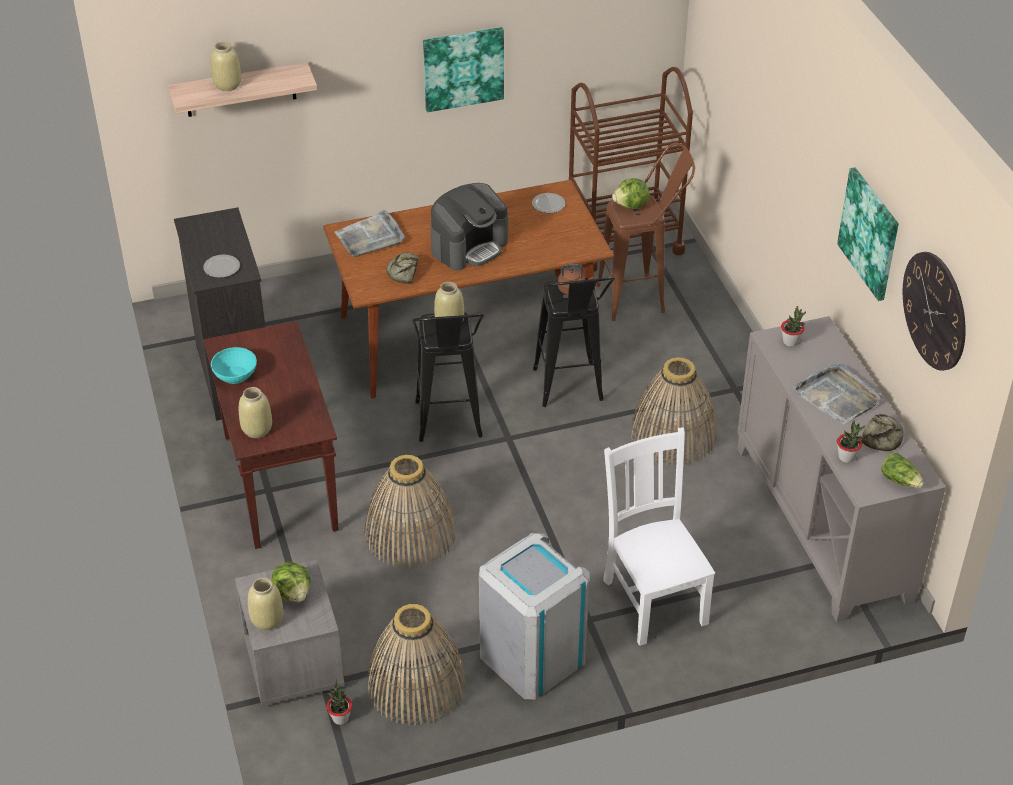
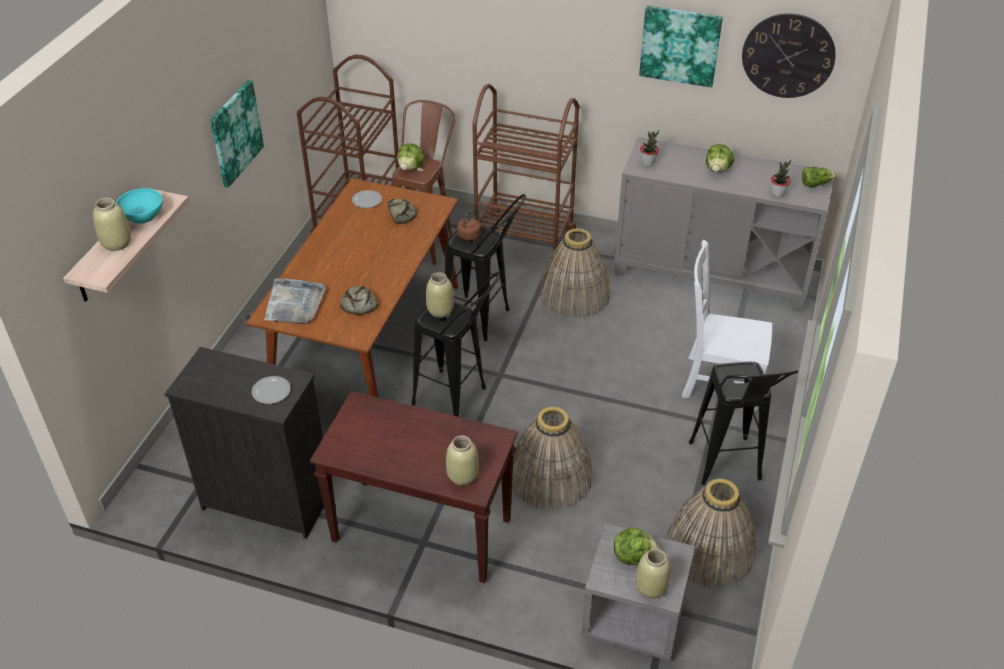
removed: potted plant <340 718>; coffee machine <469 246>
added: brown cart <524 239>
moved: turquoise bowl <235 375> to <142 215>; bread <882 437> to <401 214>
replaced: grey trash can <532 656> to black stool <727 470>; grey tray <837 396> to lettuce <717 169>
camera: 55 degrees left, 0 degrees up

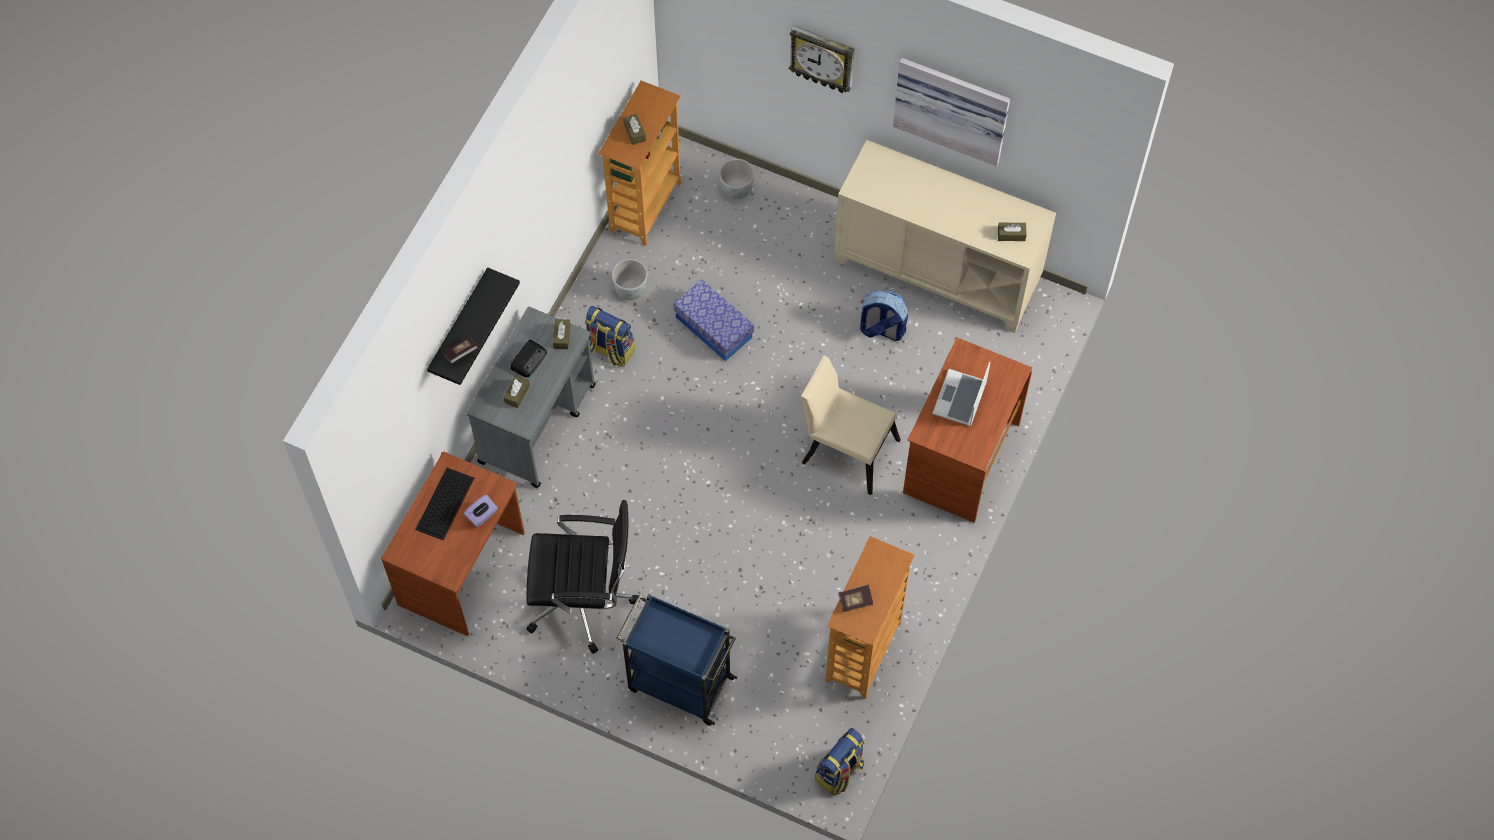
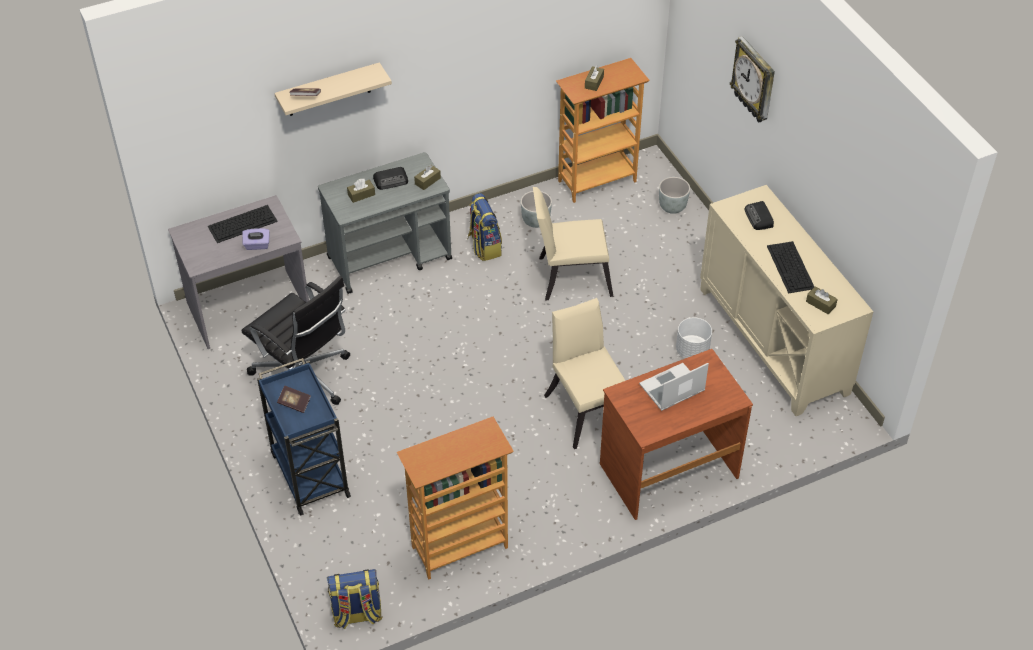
removed: picture <952 107>
added: radio <759 218>; keyboard <791 267>
moved: book <855 601> to <294 403>
replaced: storage box <713 327> to beige chair <569 276>; backpack <881 329> to white planter <692 351>
recoloured: brown desk <463 569> to grey desk <249 309>; black shelf <459 326> to beige shelf <328 90>
camera: 40 degrees right, 15 degrees down

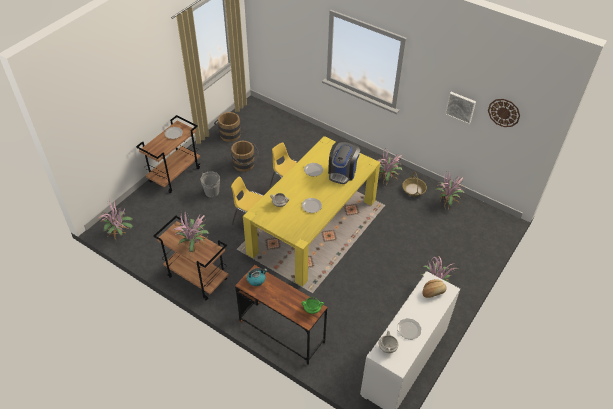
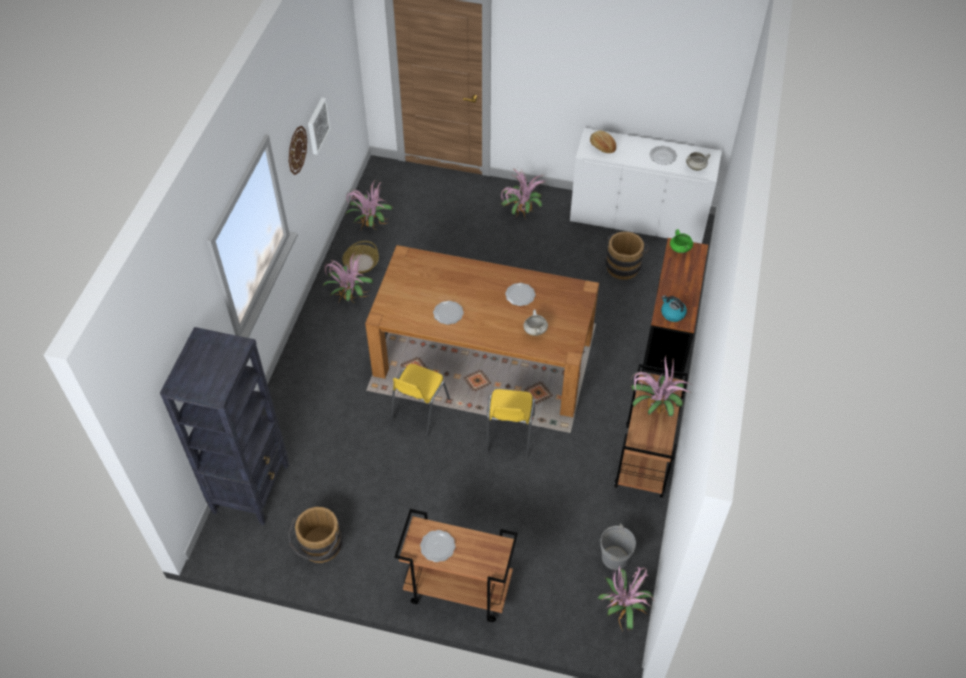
removed: coffee machine <342 172>
added: black bookcase <252 488>
moved: grey bucket <212 192> to <614 558>; brown bucket <245 165> to <624 264>; wall clock <504 112> to <297 150>
recoloured: yellow dining table <313 226> to brown dining table <483 356>
camera: 110 degrees left, 5 degrees up

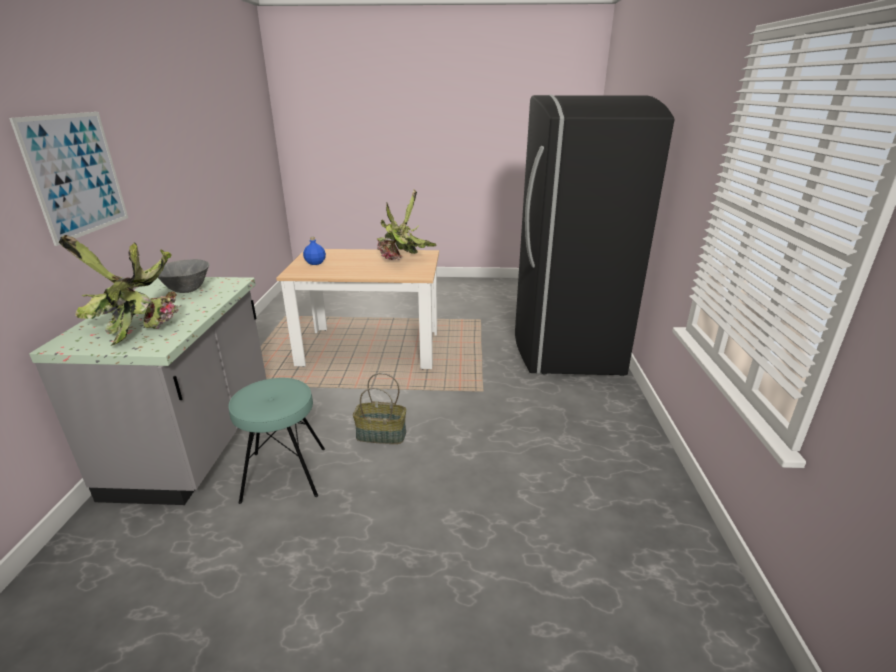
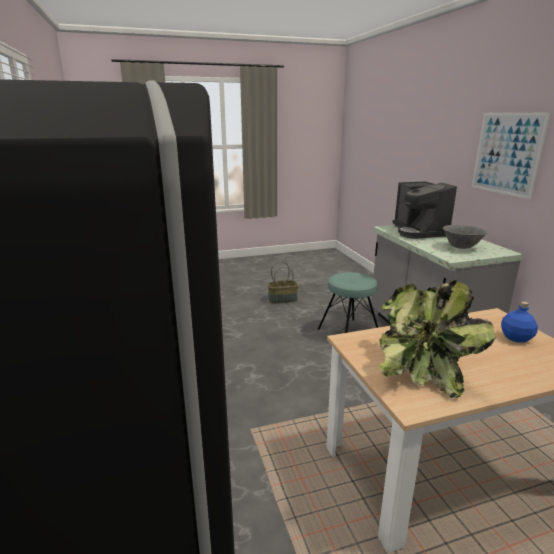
moved: basket <380 435> to <282 299>
replaced: potted plant <142 326> to coffee machine <419 232>
camera: 160 degrees right, 5 degrees down

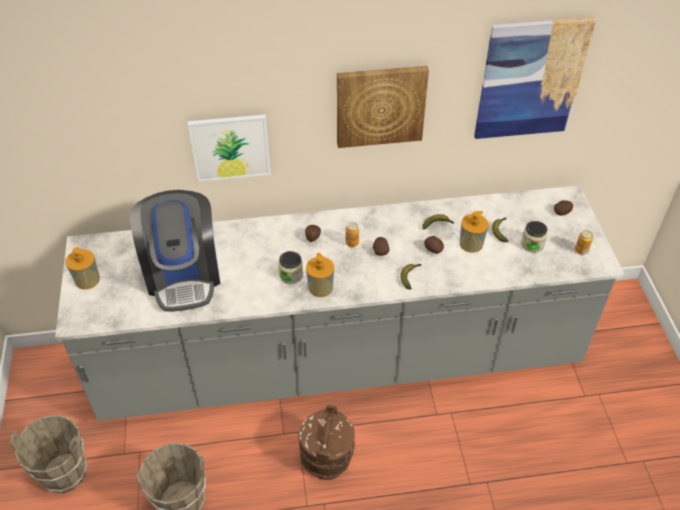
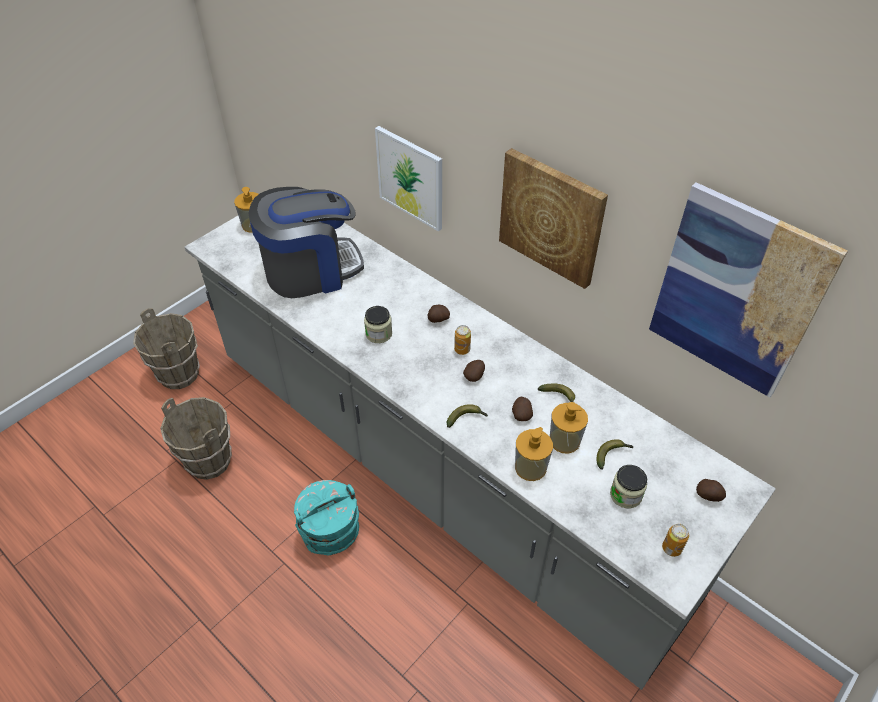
moved: soap dispenser <320 287> to <530 467>
recoloured: brown bucket <327 457> to turquoise bucket <331 533>
turned: coffee machine <183 274> = <311 270> 150 degrees counterclockwise
camera: 50 degrees right, 0 degrees up

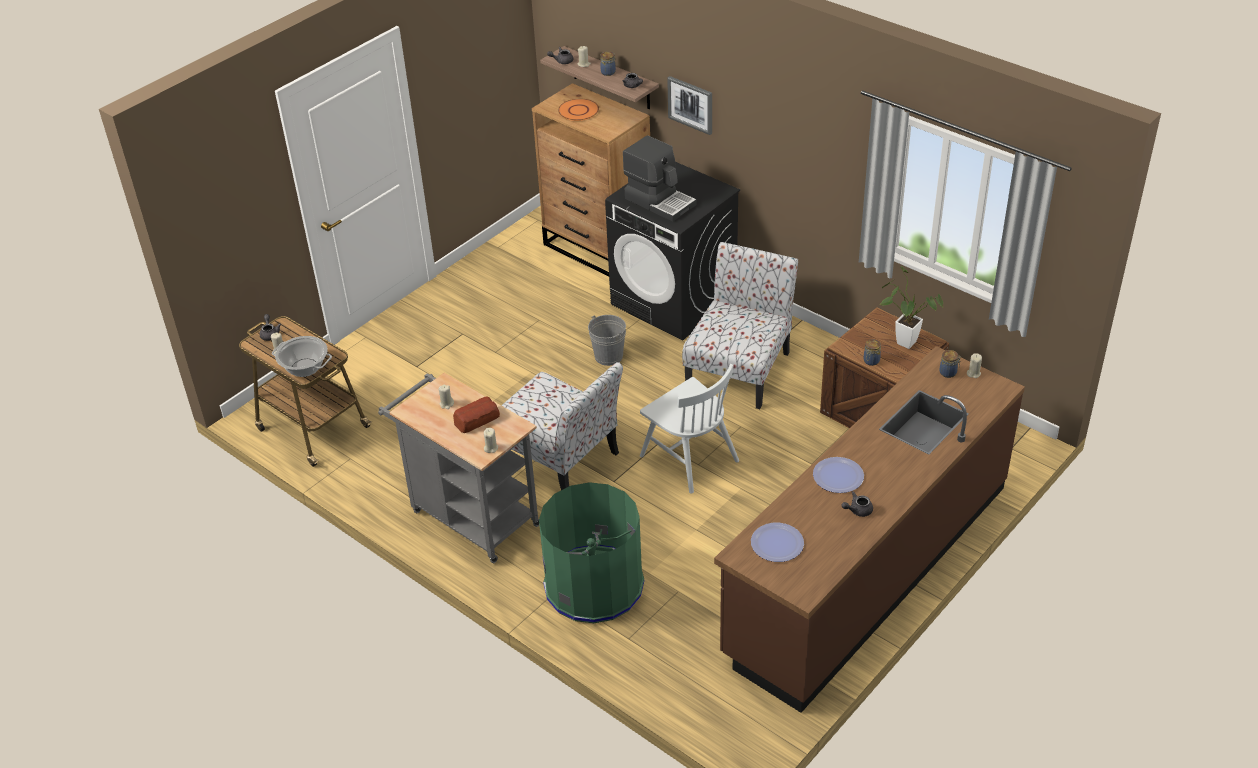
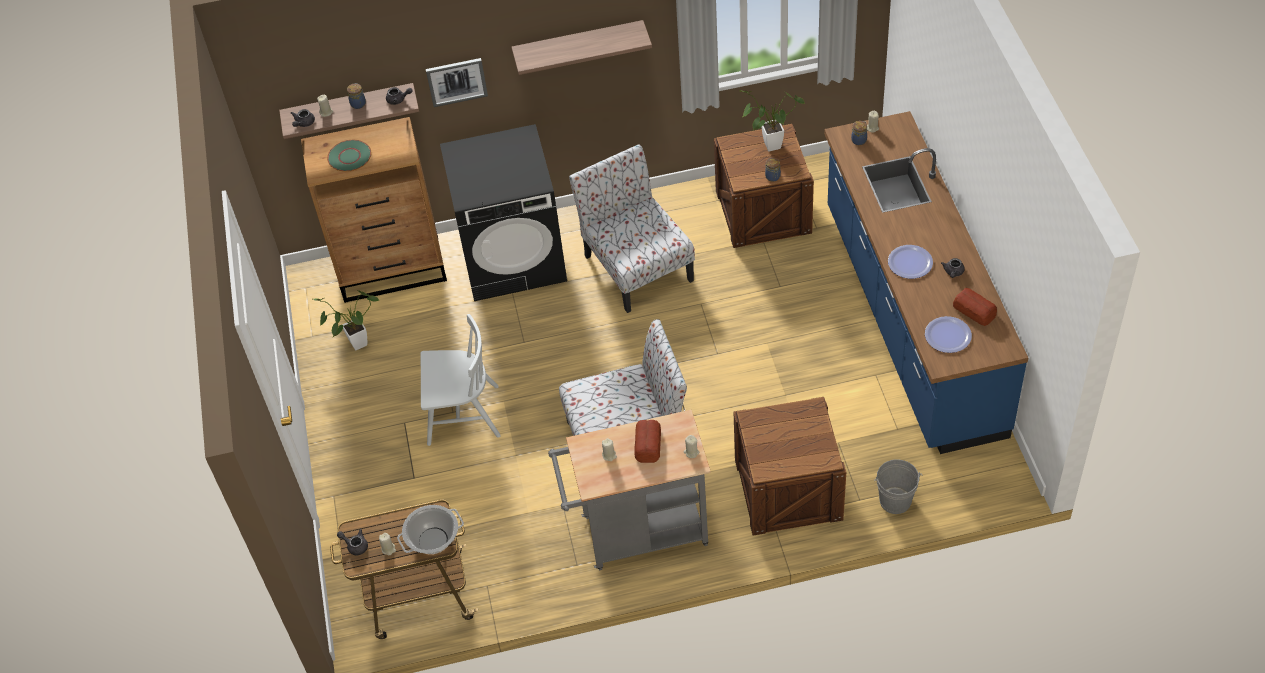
removed: coffee machine <660 201>
added: potted plant <355 345>; shelf <579 46>; bread <974 311>
moved: grey bucket <608 356> to <895 500>; white chair <689 458> to <462 415>
replaced: green trash can <594 585> to crate <787 491>
recoloured: orange plate <578 111> to green plate <350 157>; brown counter <867 569> to blue counter <911 320>
camera: 50 degrees left, 10 degrees up

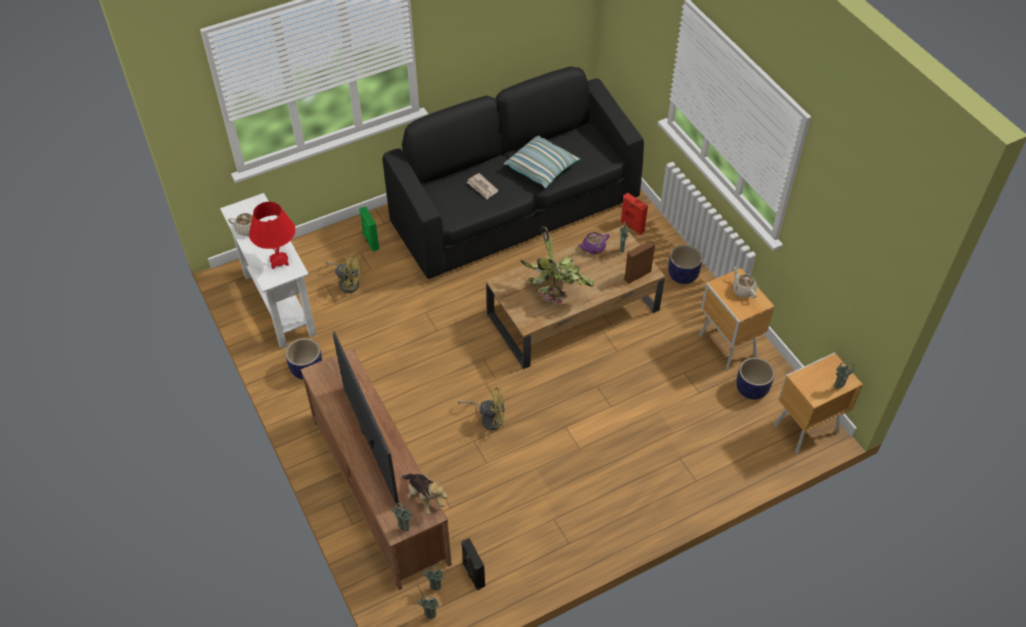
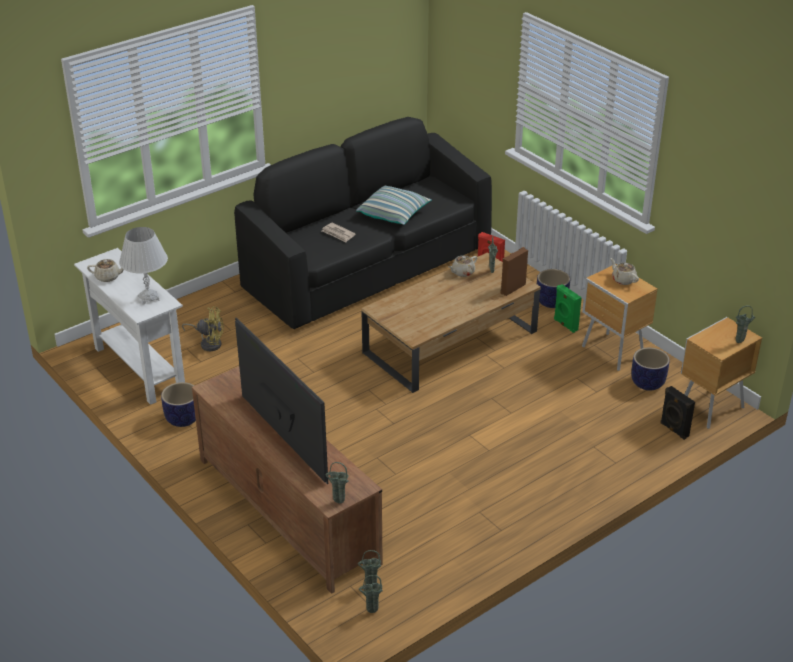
removed: plush toy <424 497>; yellow fan <488 418>; potted plant <558 291>
moved: green speaker <370 242> to <565 325>; black speaker <473 575> to <673 430>
recoloured: red table lamp <279 261> to white table lamp <148 298>; purple teapot <593 248> to beige teapot <462 272>
camera: 10 degrees left, 15 degrees down

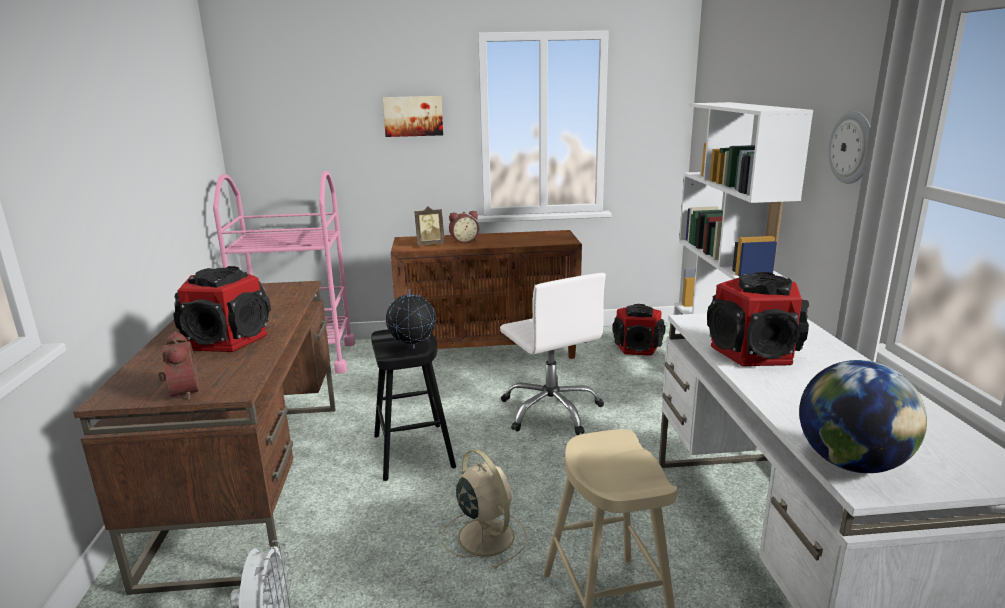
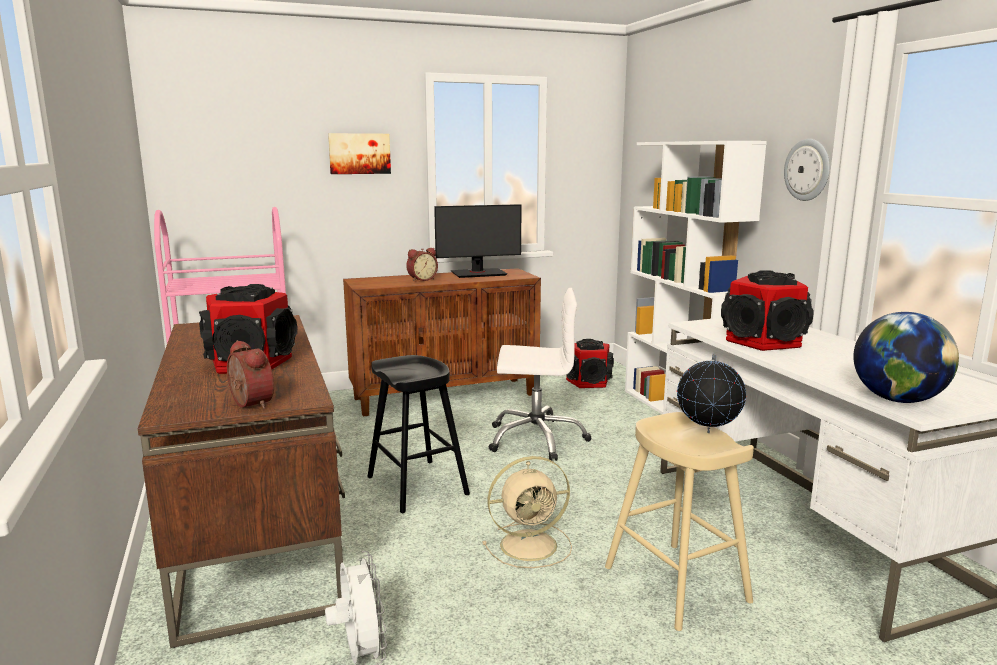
removed: picture frame <430 244>
added: monitor <478 273>
moved: globe <413 348> to <707 433>
turned: beige fan <484 535> = <531 545> 120 degrees clockwise; white office chair <551 410> = <536 439> 45 degrees counterclockwise
camera: 15 degrees left, 5 degrees down

